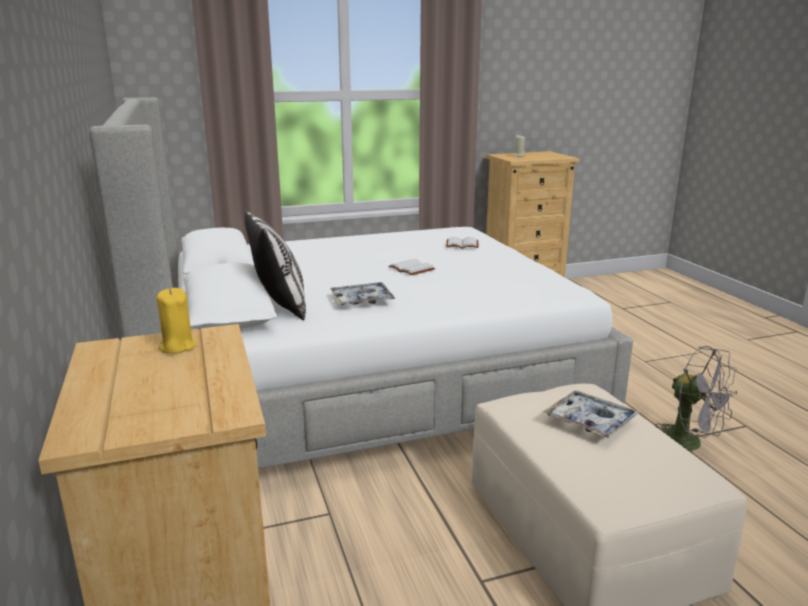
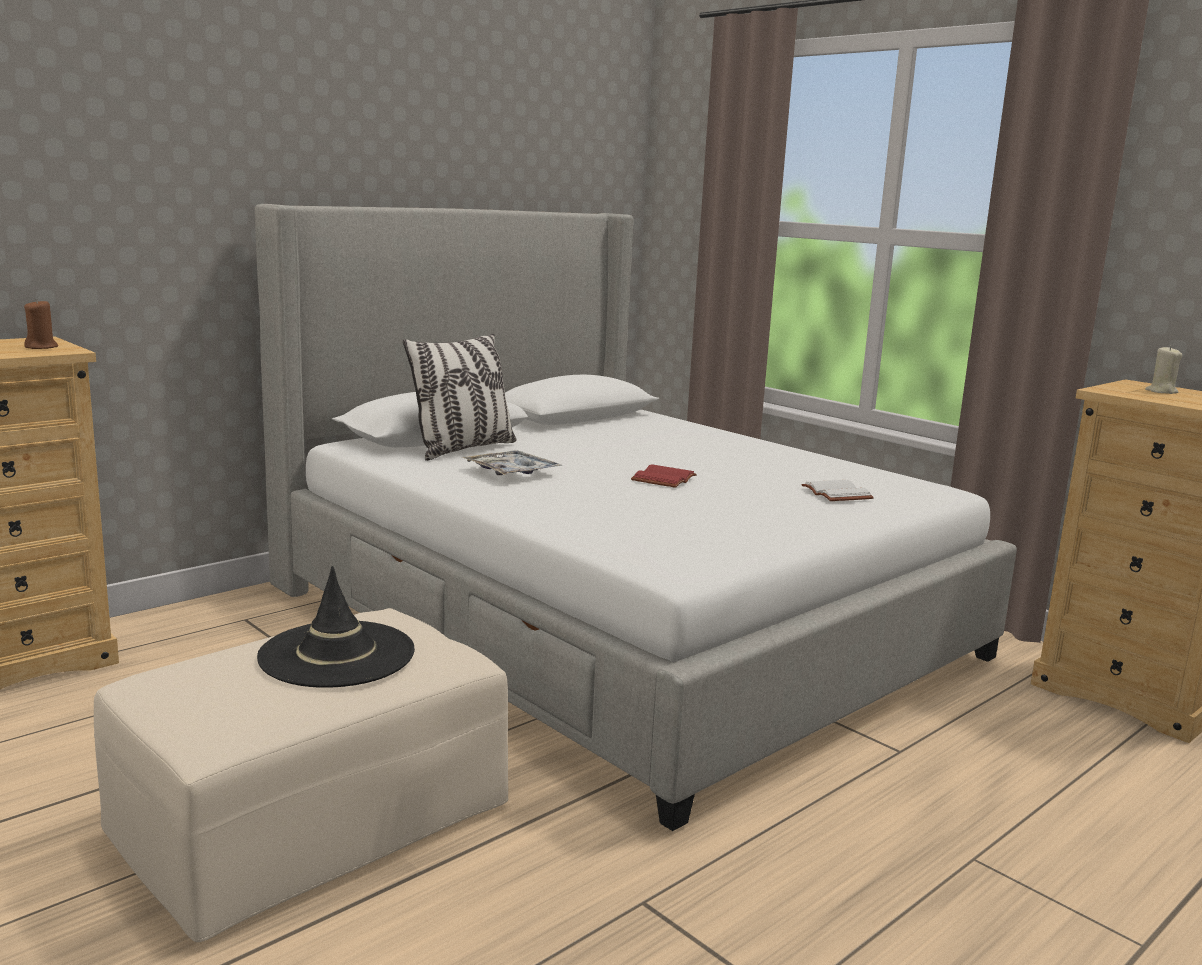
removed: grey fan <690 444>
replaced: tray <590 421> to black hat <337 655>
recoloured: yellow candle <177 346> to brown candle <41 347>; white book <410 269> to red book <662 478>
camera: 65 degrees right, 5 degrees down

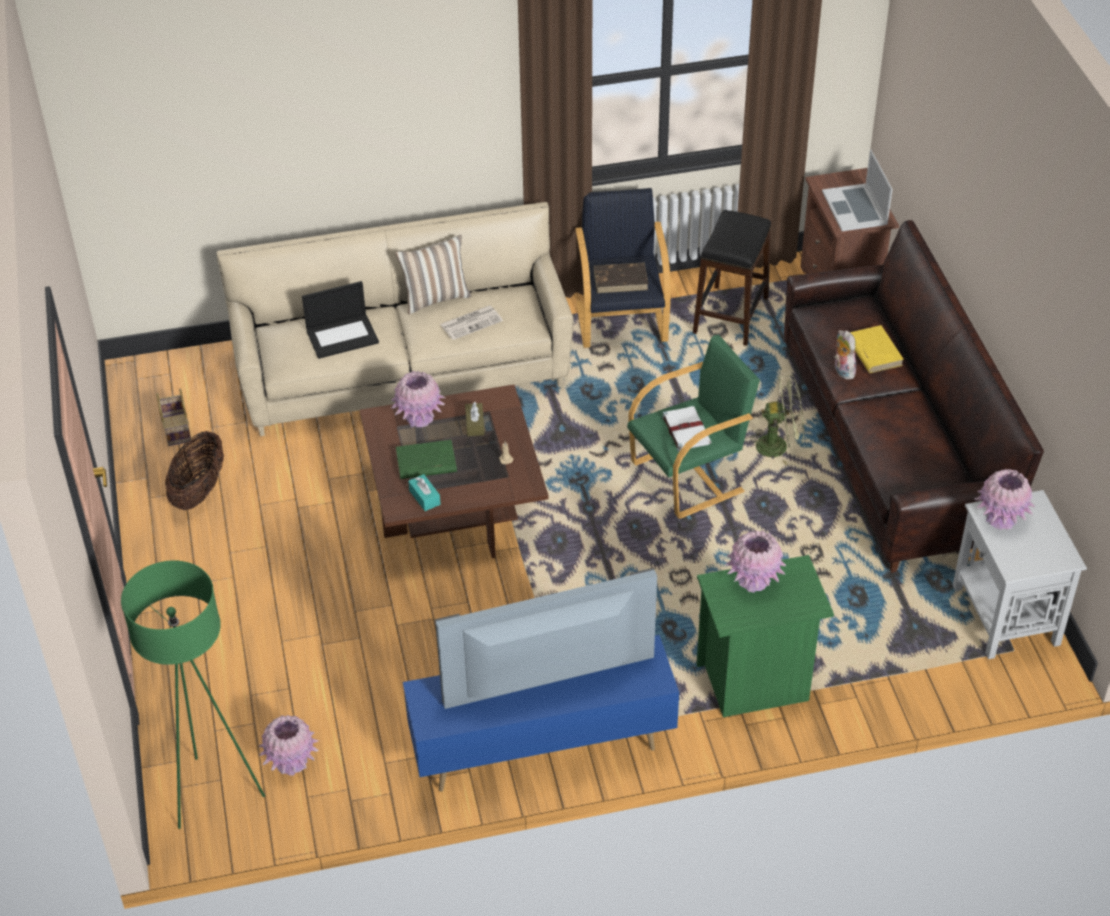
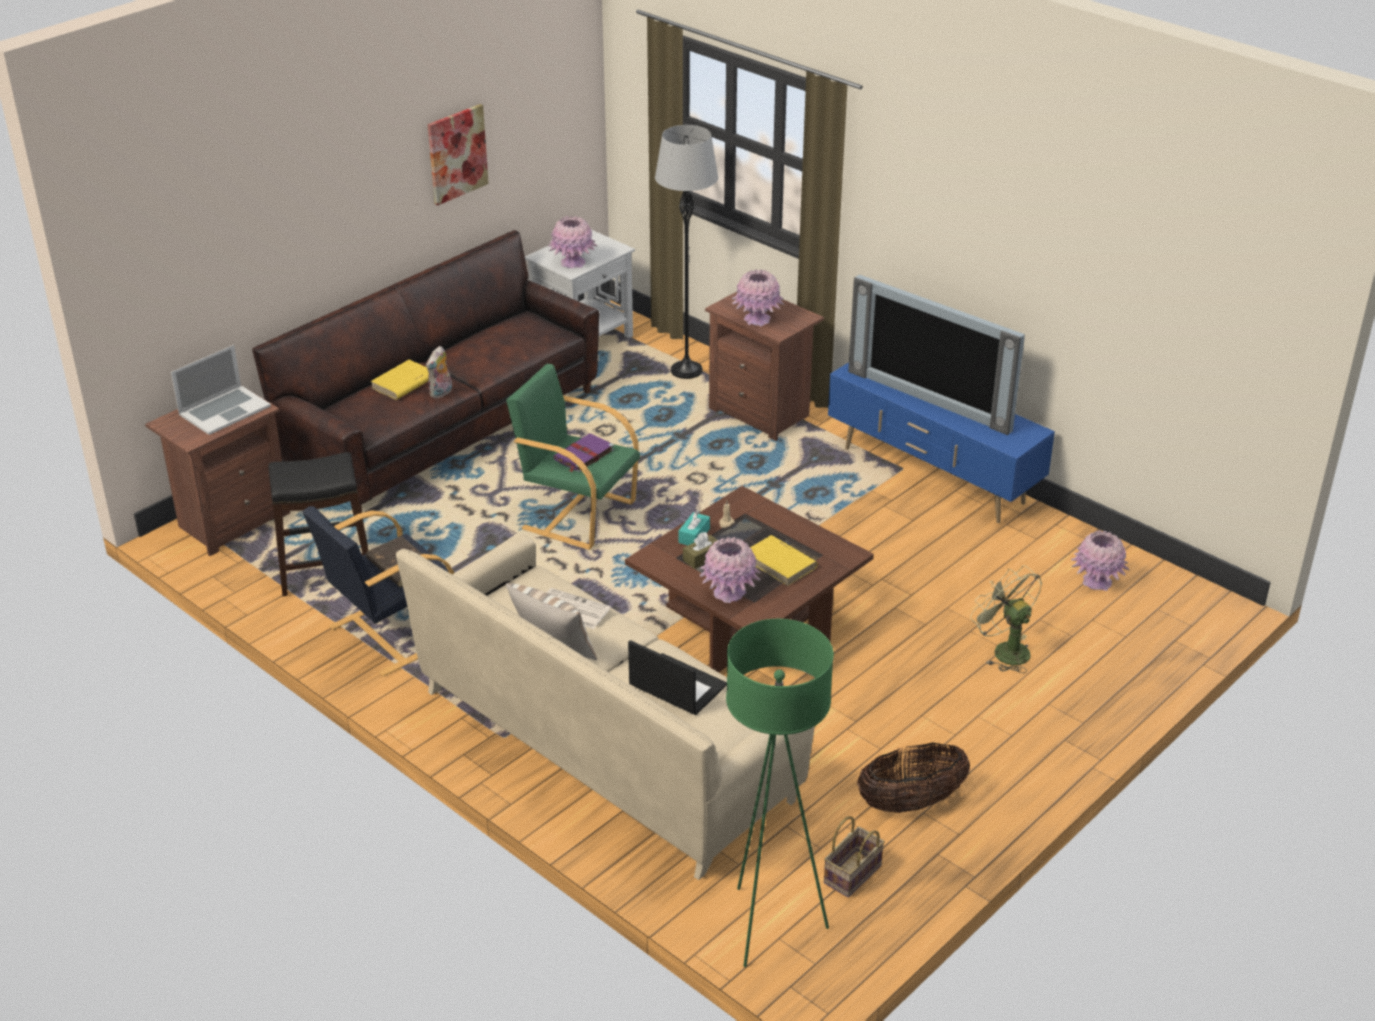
added: picture <457 154>; grey floor lamp <686 371>
moved: green floor lamp <214 794> to <769 925>; turquoise tissue box <424 497> to <694 536>; green fan <778 445> to <1004 650>
recoloured: green book <425 463> to yellow book <780 563>; white book <685 429> to purple book <583 455>; green nightstand <755 683> to brown nightstand <762 413>
camera: 125 degrees left, 10 degrees down

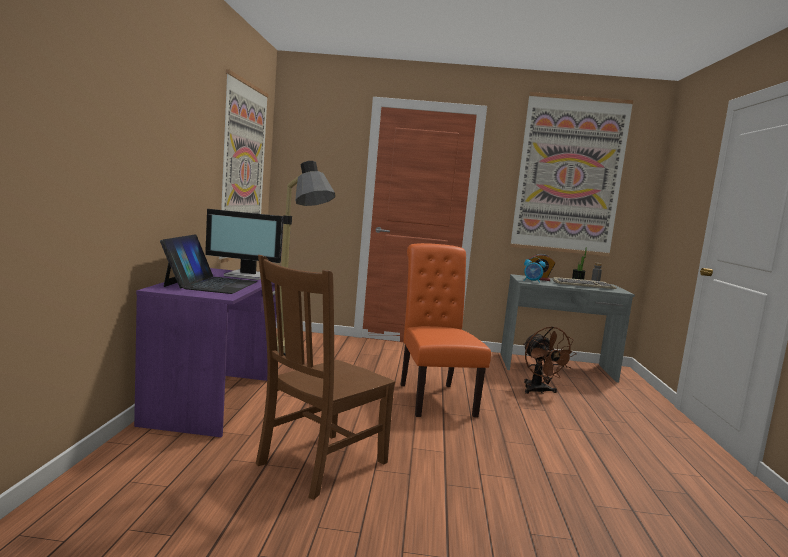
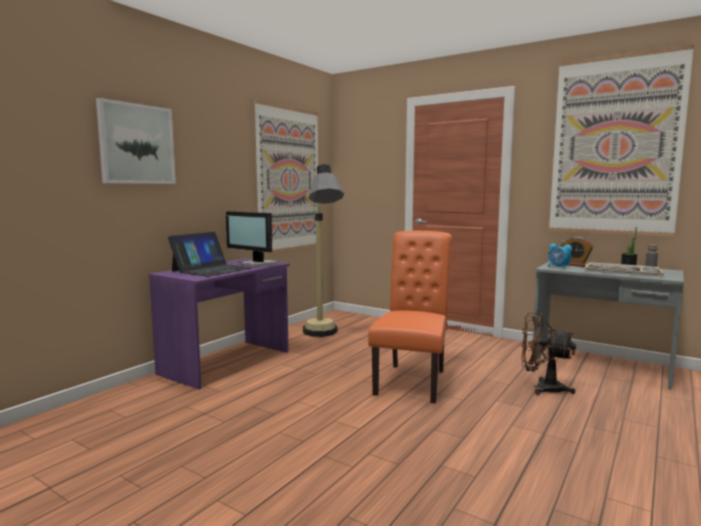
removed: brown chair <319 464>
added: picture <137 144>
turned: brown fan <539 391> = <542 387> 105 degrees clockwise
camera: 30 degrees right, 0 degrees up

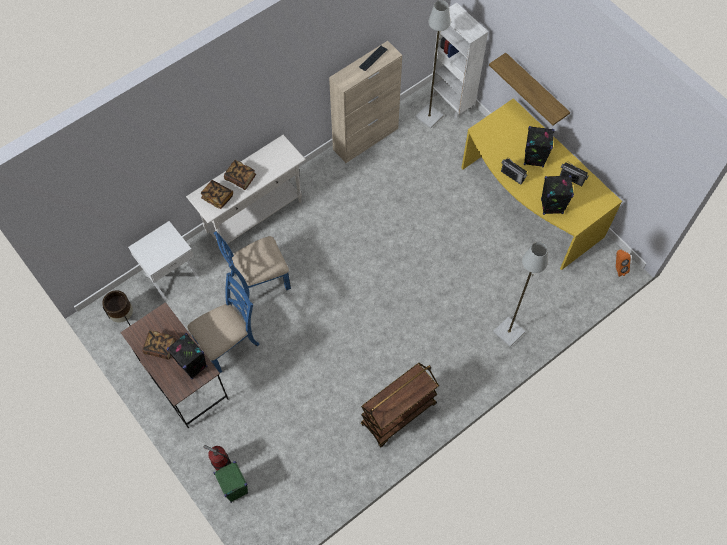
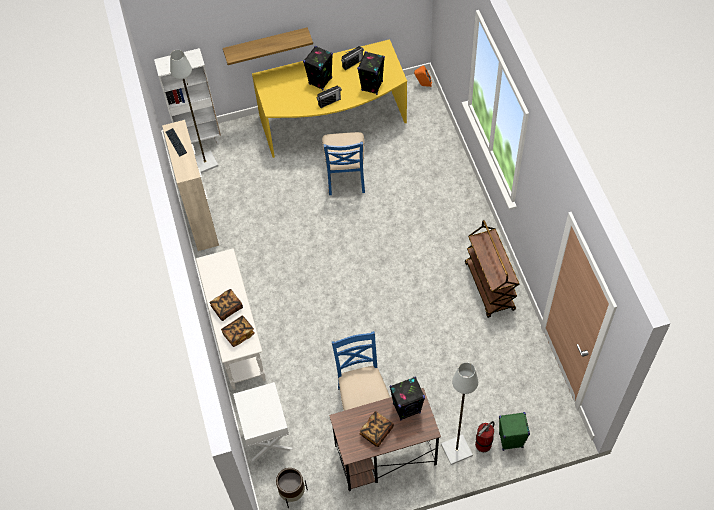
moved: blue chair <259 281> to <345 176>; grey floor lamp <509 332> to <456 449>
camera: 65 degrees left, 5 degrees down

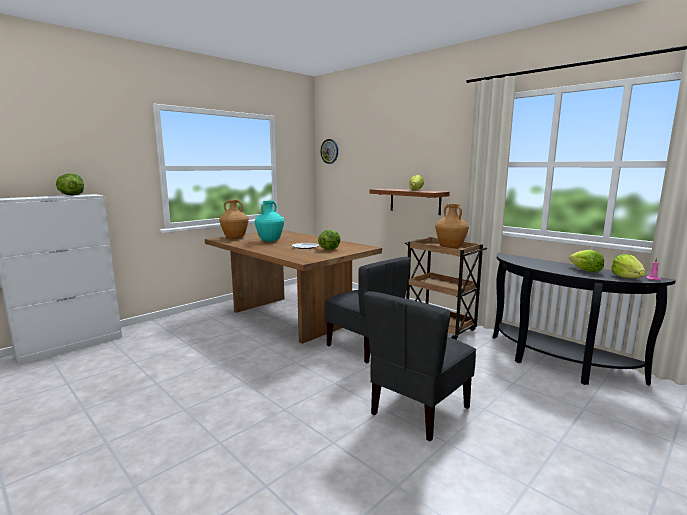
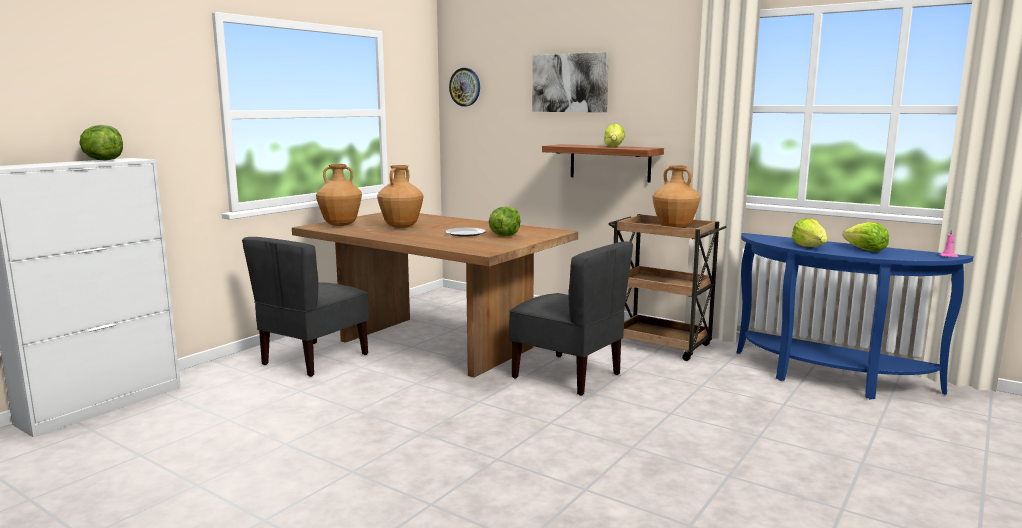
added: picture <570 83>
moved: grey chair <418 410> to <314 359>; lettuce <627 278> to <809 247>
recoloured: turquoise vase <270 241> to brown vase <401 227>; black console table <556 364> to blue console table <829 379>
camera: 10 degrees left, 0 degrees up

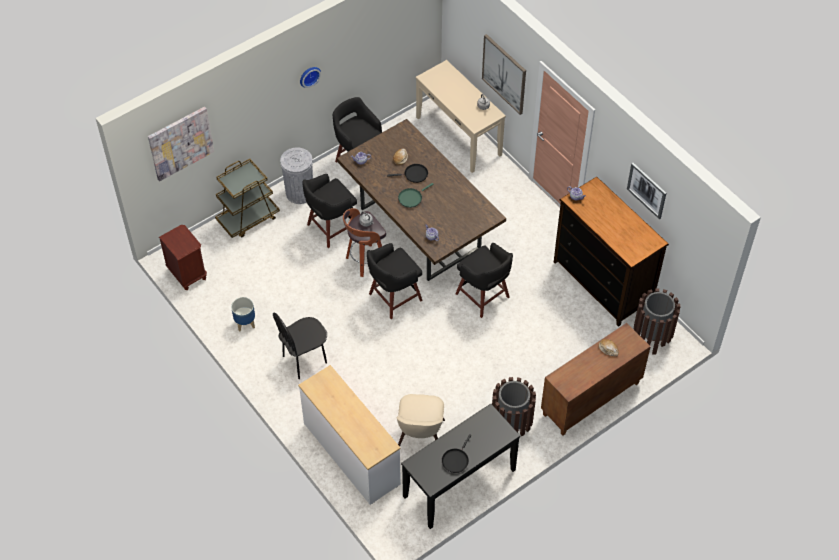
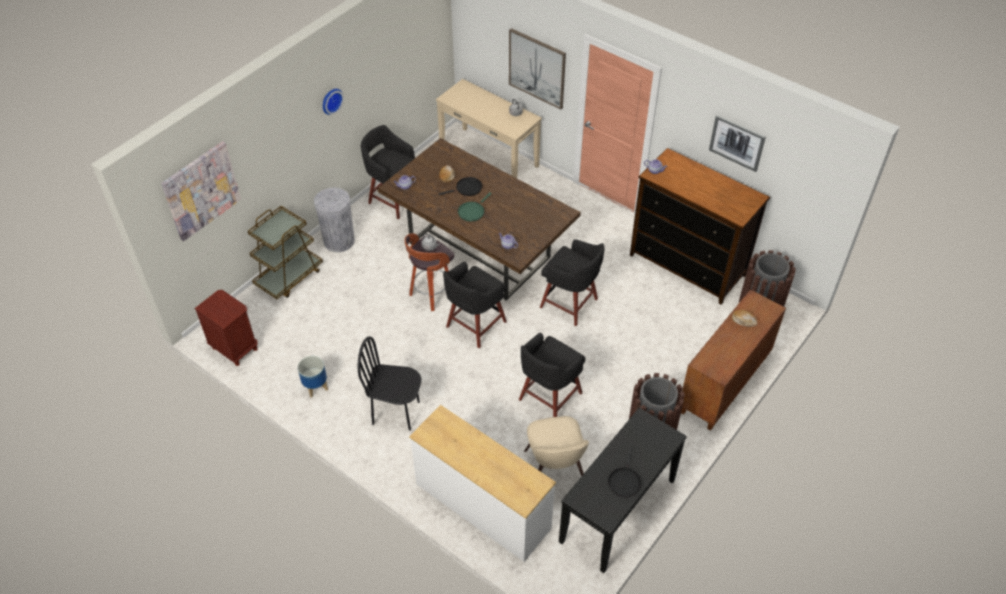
moved: black stool <331 228> to <548 397>
turned: black chair <305 360> = <396 412> 60 degrees clockwise
camera: 15 degrees left, 5 degrees down

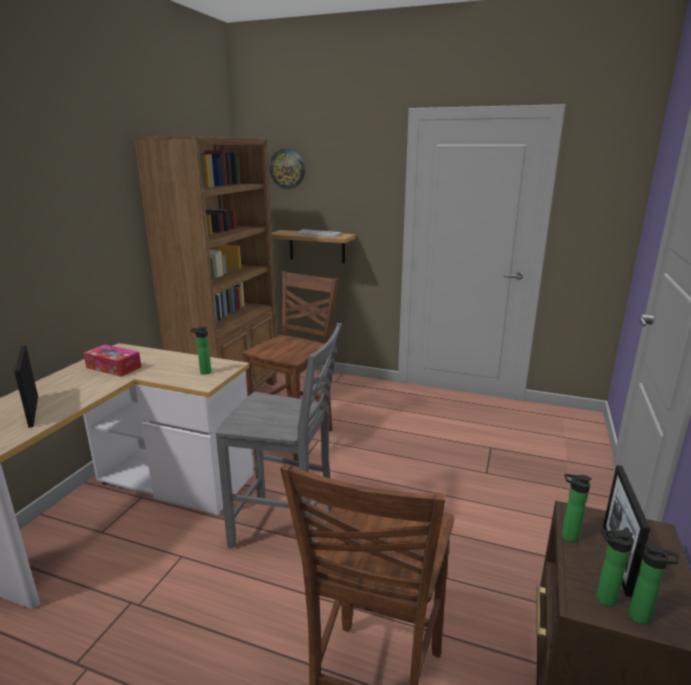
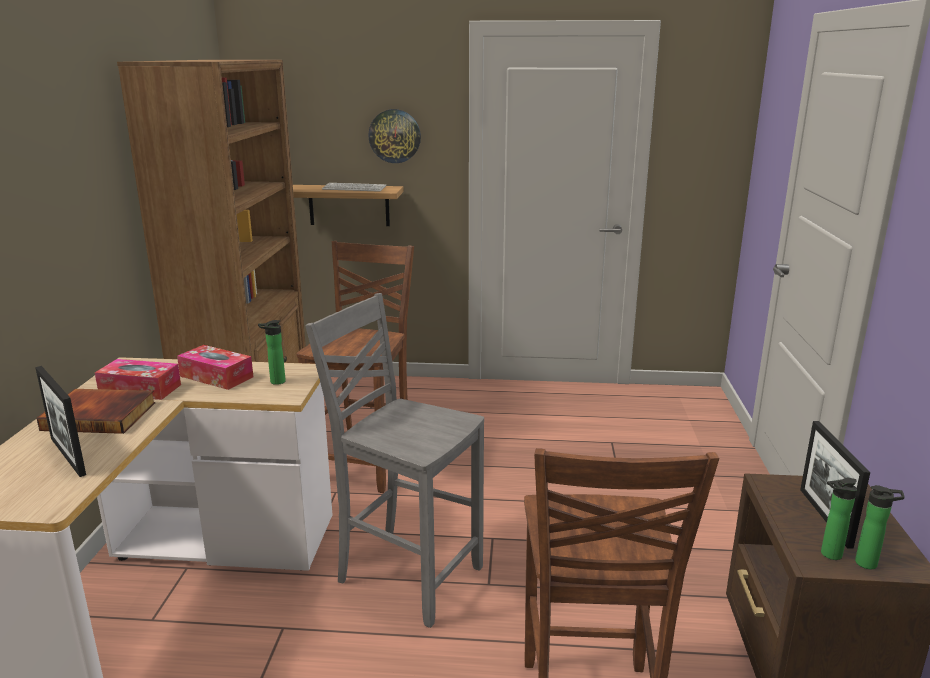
removed: bottle <567 536>
added: book <101 415>; tissue box <216 376>
moved: wall clock <287 169> to <394 136>
turned: grey chair <286 531> = <407 574> 150 degrees counterclockwise
camera: 15 degrees left, 0 degrees up

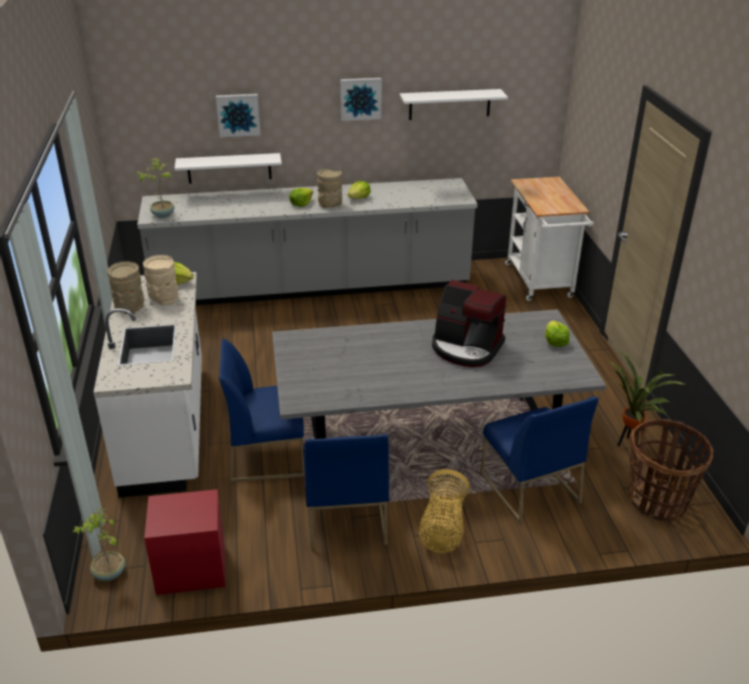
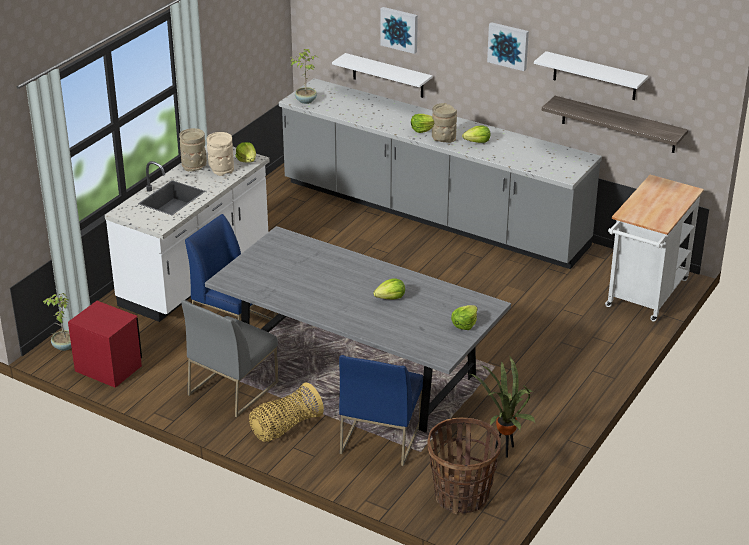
added: shelf <618 124>
replaced: coffee machine <466 348> to lettuce <390 298>
recoloured: blue chair <345 517> to grey chair <233 388>
camera: 40 degrees right, 0 degrees up

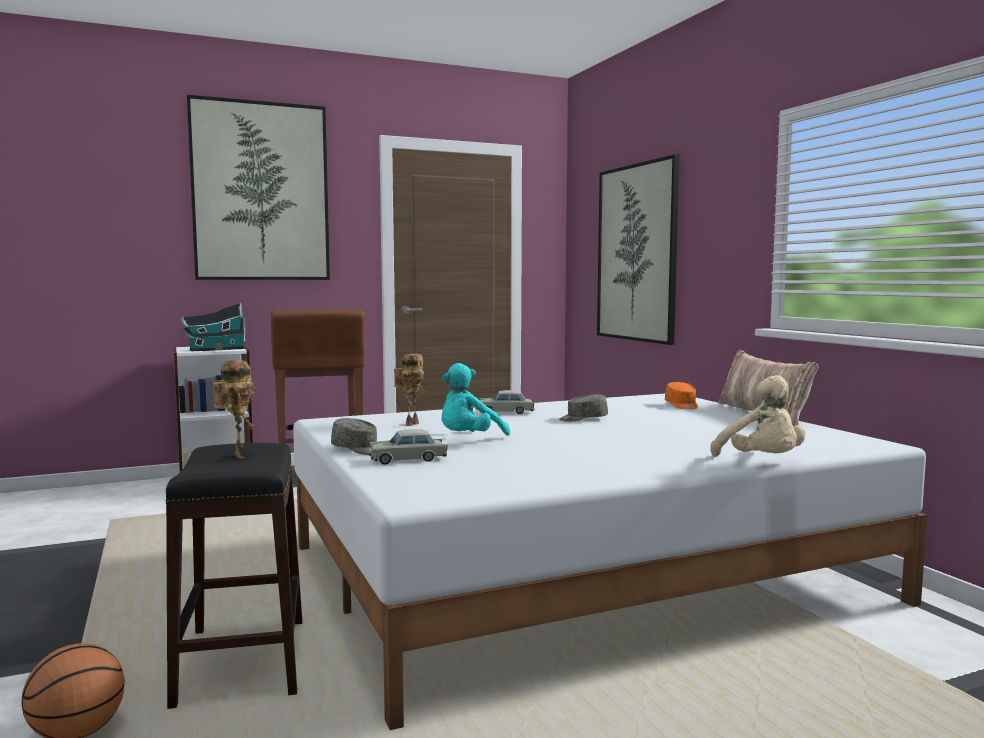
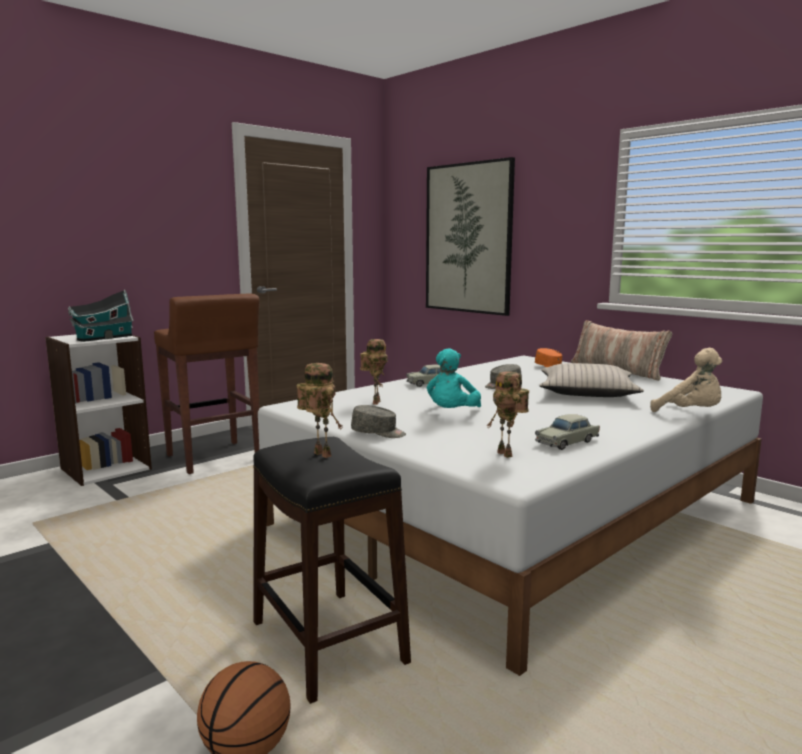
removed: picture <261 192>
added: toy robot <507 454>; beige pillow <587 392>
moved: beige toy car <408 459> to <567 442>
camera: 20 degrees left, 5 degrees up

